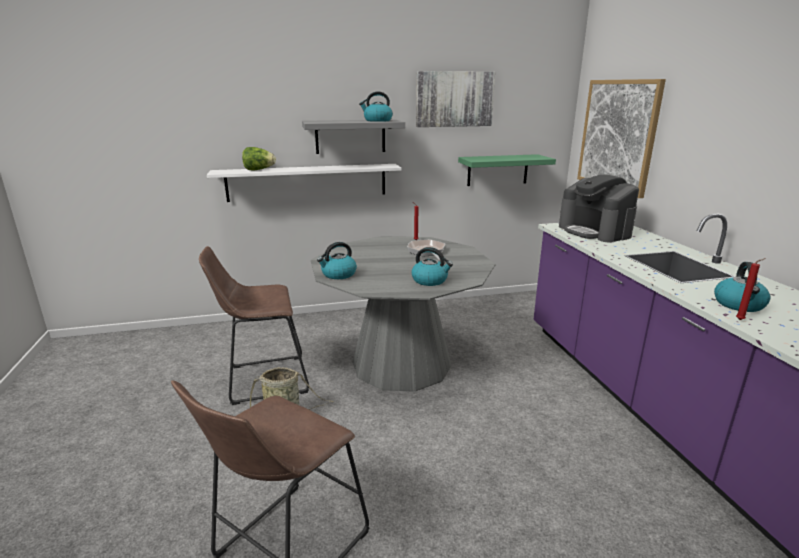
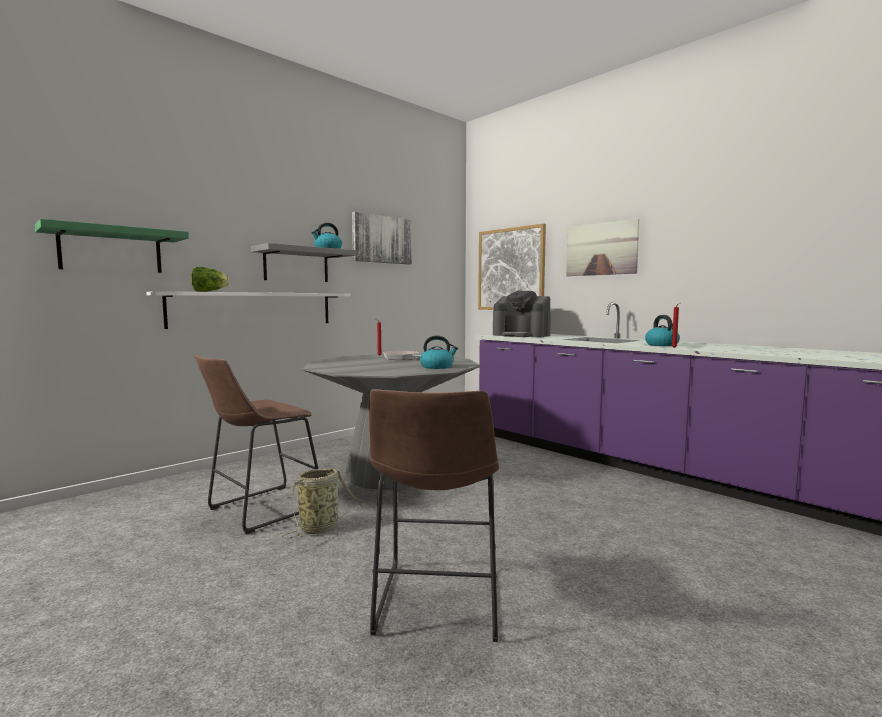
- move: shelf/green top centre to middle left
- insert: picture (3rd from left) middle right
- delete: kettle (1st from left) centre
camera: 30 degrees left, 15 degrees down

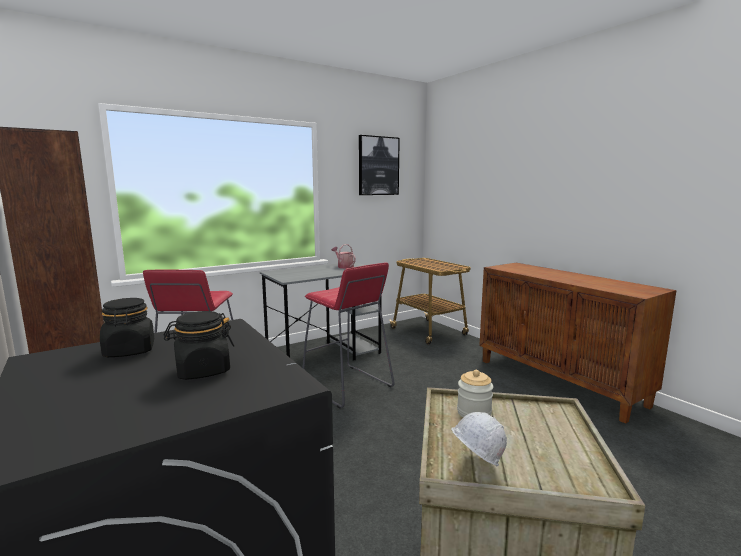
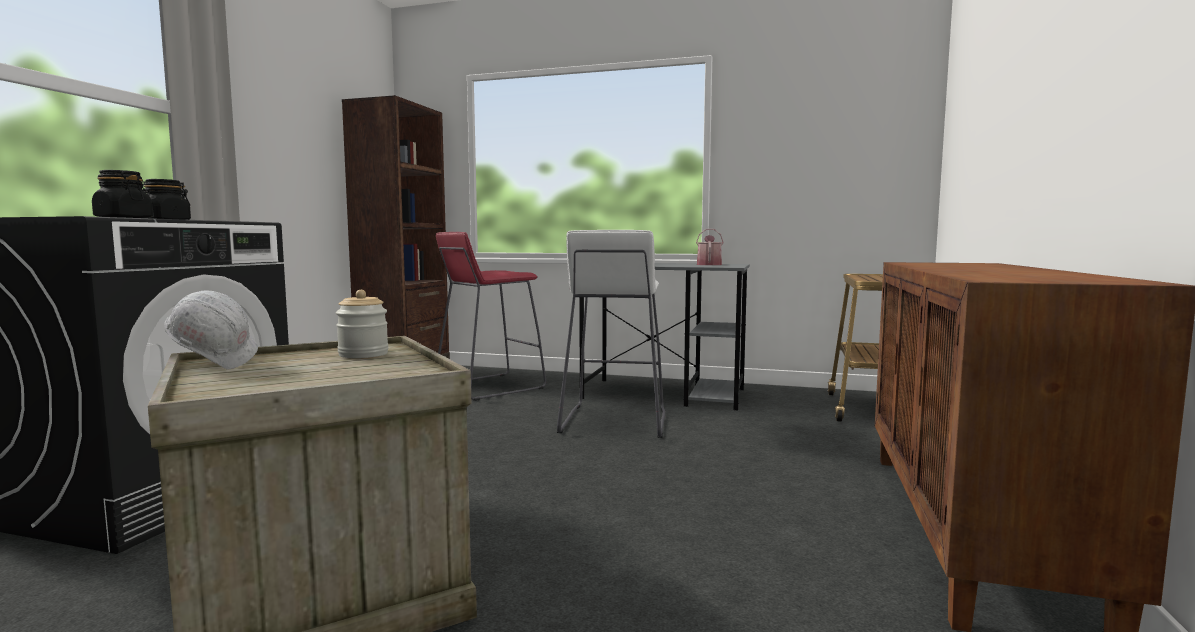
- recolor: stool/red (2nd from left) centre to stool/white centre
- delete: picture top centre
camera: 50 degrees right, 5 degrees down

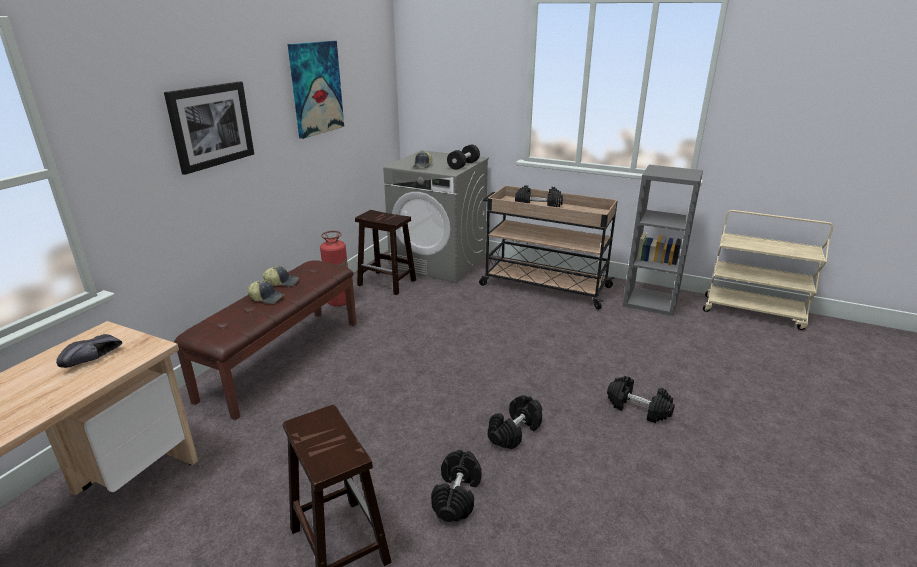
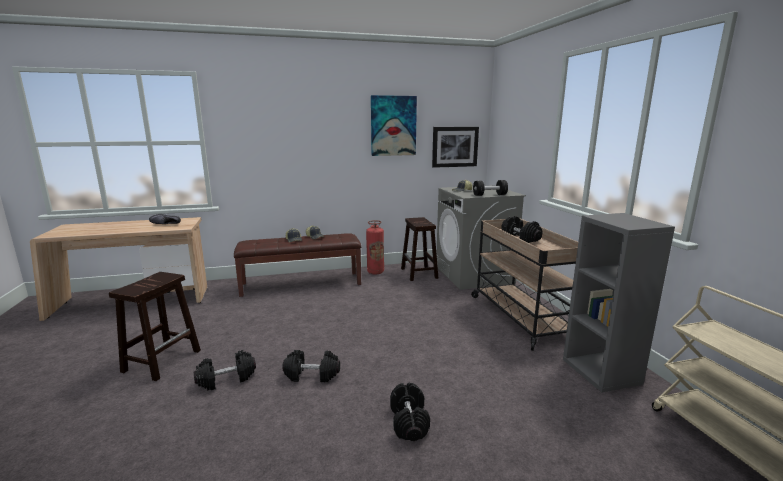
- move: picture (1st from left in the first image) top left to picture (2nd from left) top centre
camera: 50 degrees right, 10 degrees down

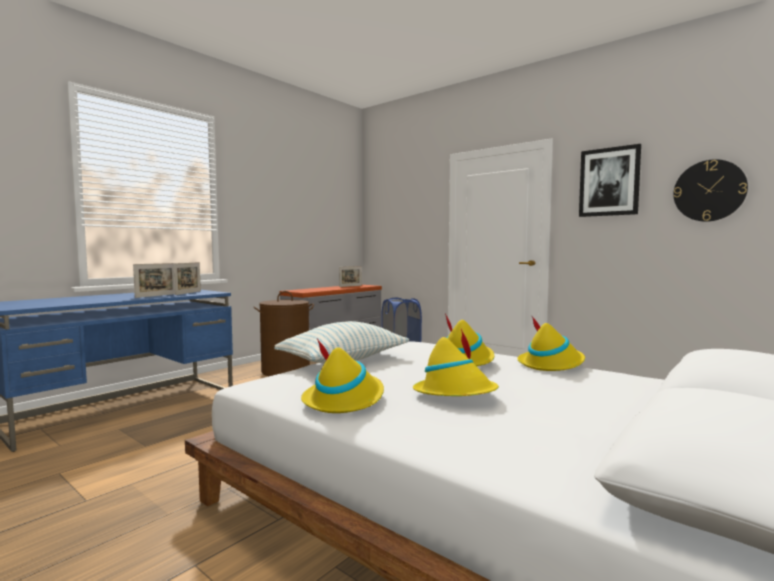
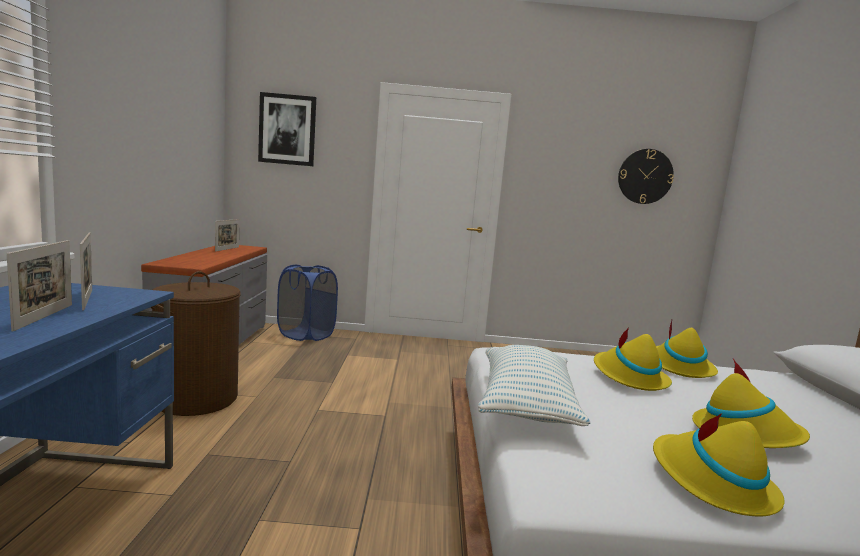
- move: picture top right to top centre
camera: 40 degrees left, 5 degrees up

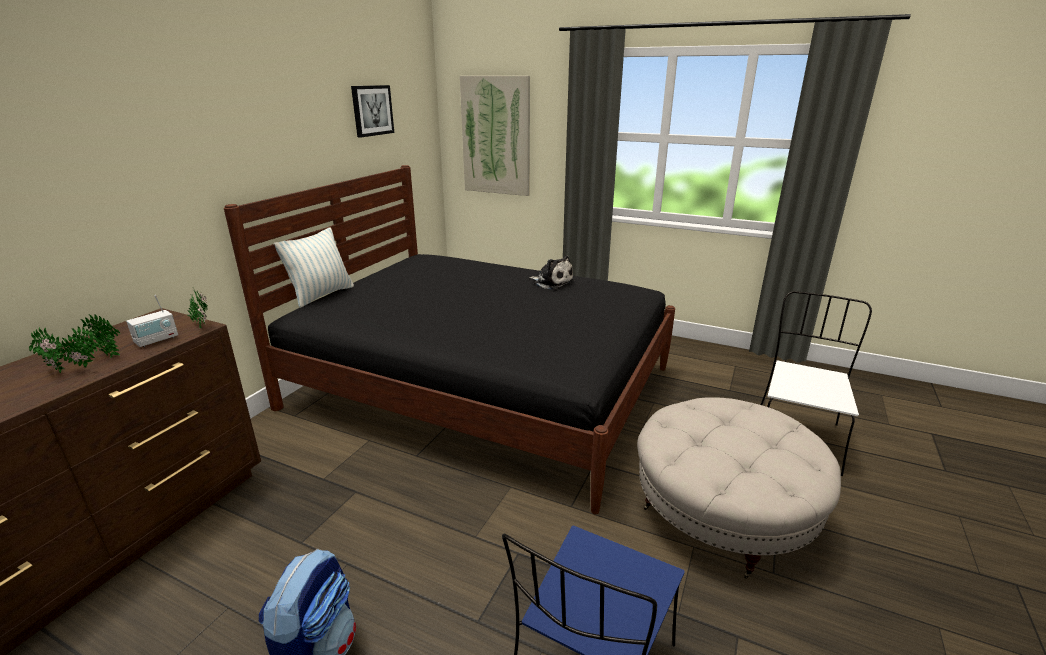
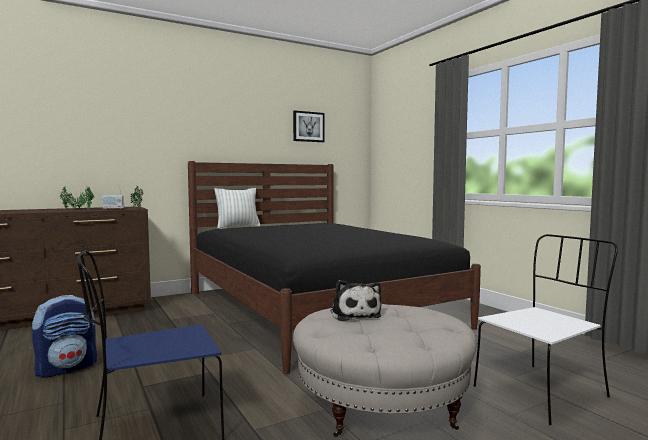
- move: plush toy centre to bottom centre
- delete: picture (2nd from left) top centre
camera: 35 degrees right, 20 degrees down

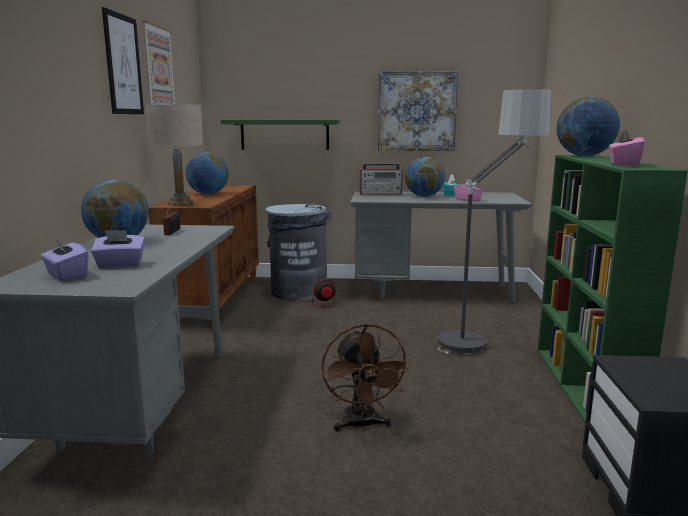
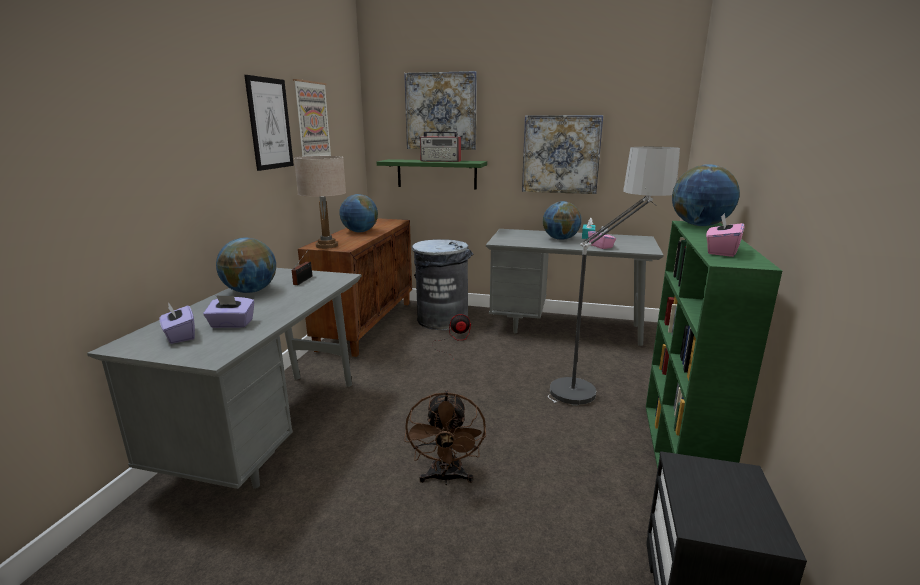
- insert: picture (3rd from left) top centre
- move: radio (2nd from left) centre to top centre
camera: 10 degrees right, 5 degrees up

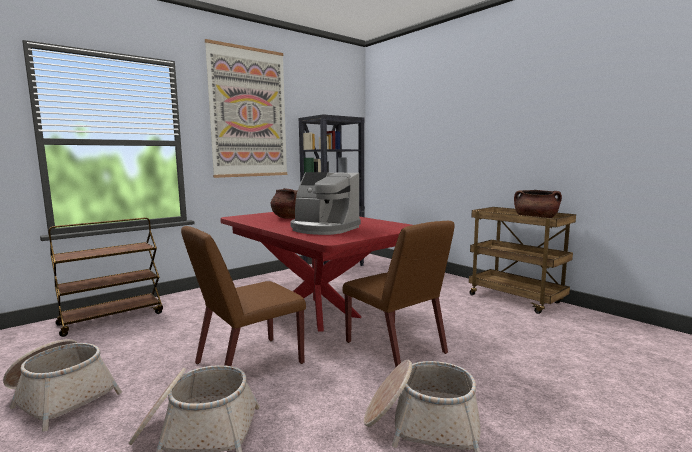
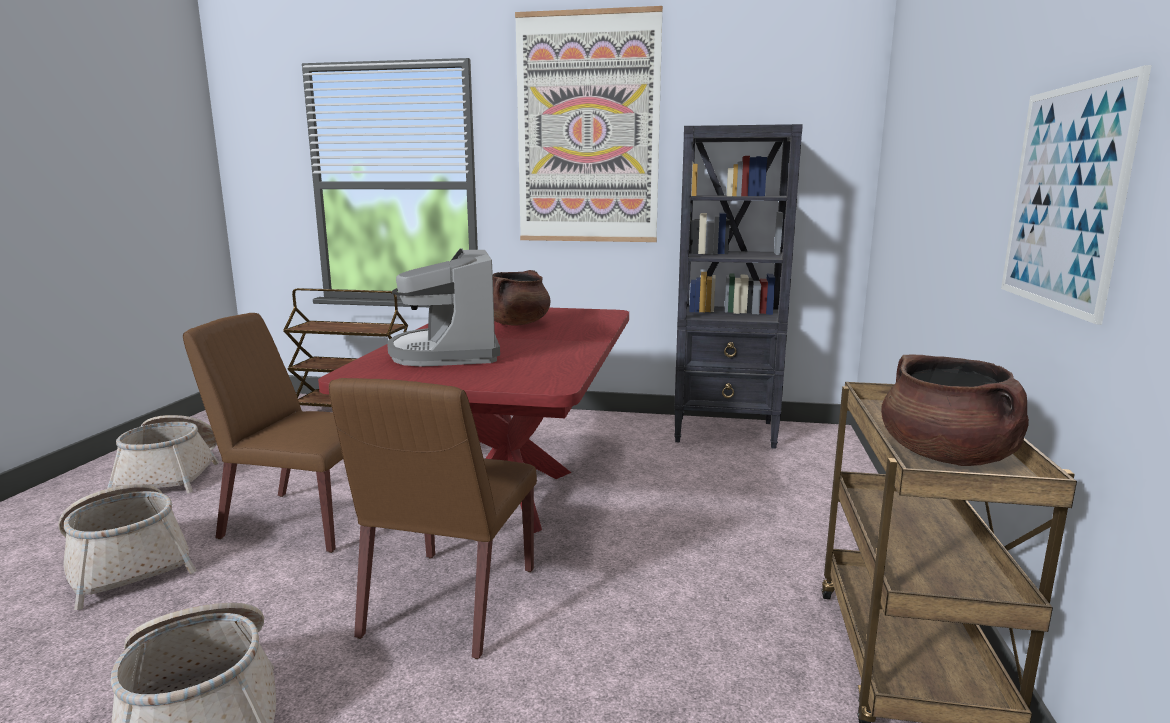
- insert: picture (2nd from left) top right
camera: 50 degrees right, 5 degrees up

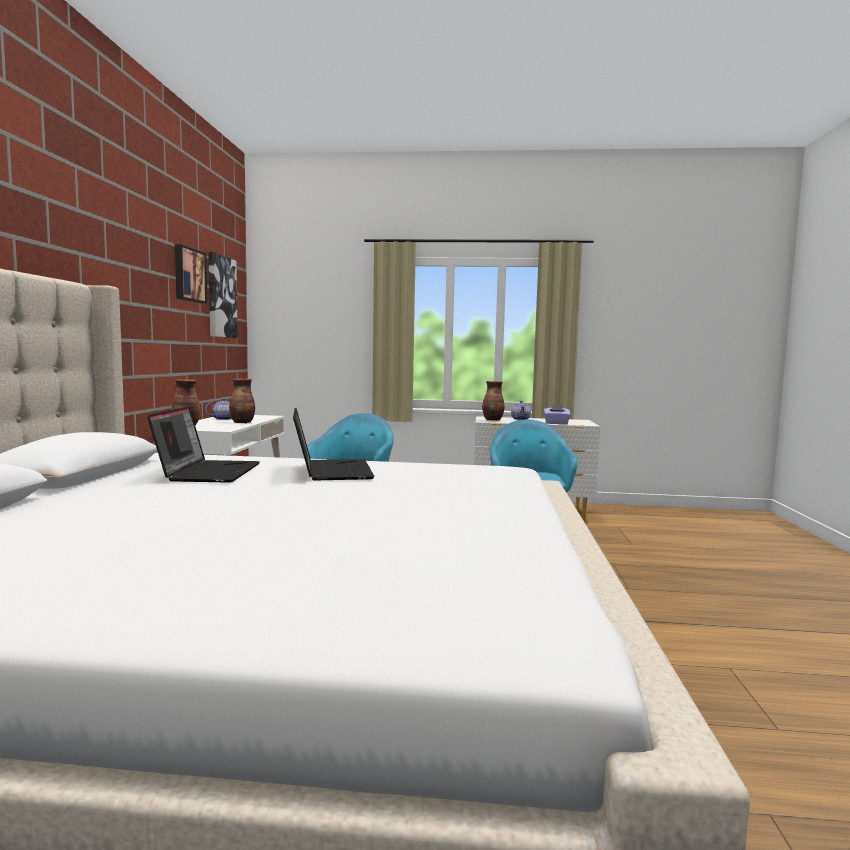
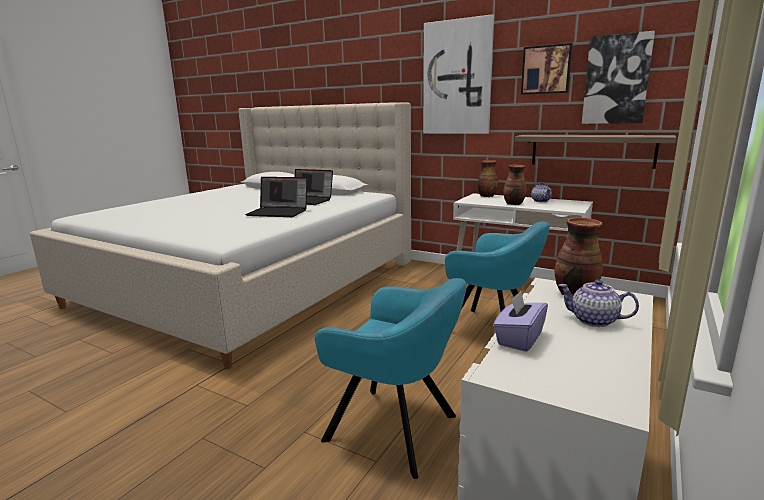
- insert: picture (1st from left) top centre
- insert: shelf top right
camera: 115 degrees right, 10 degrees up

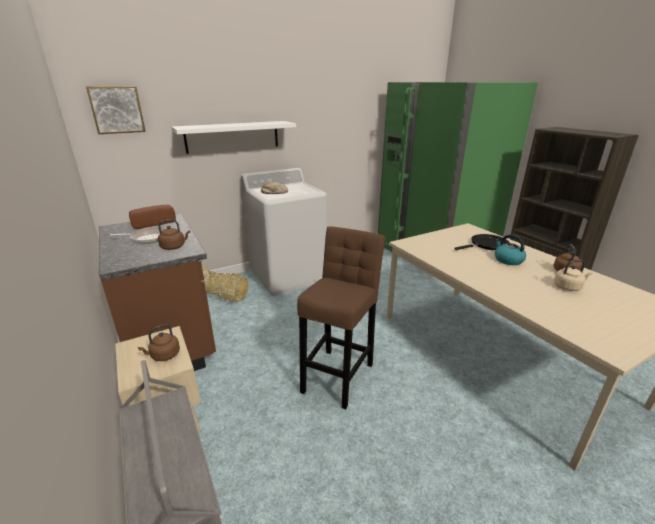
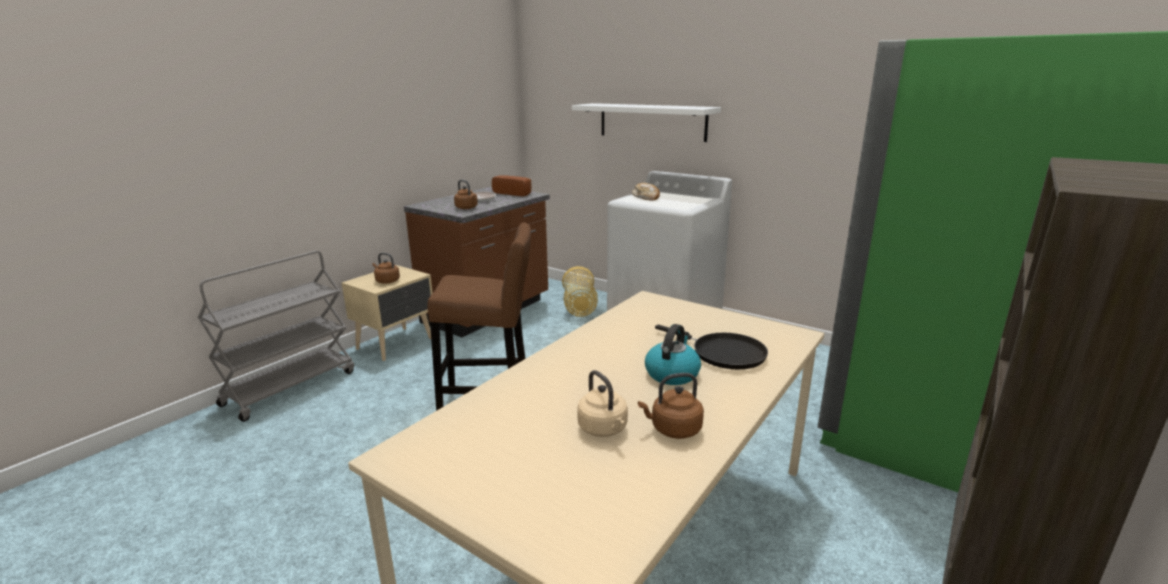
- delete: picture top left
camera: 65 degrees right, 5 degrees down

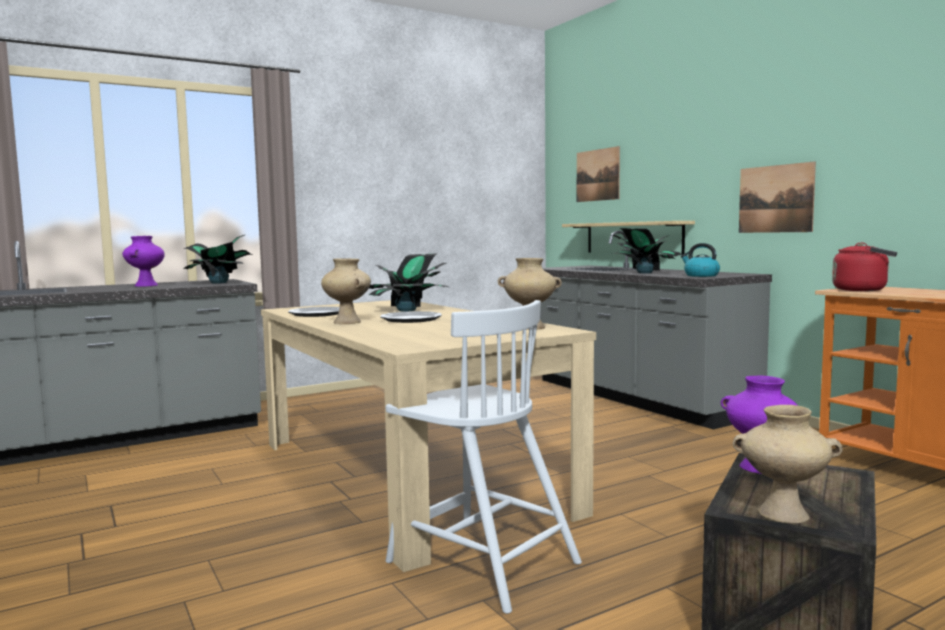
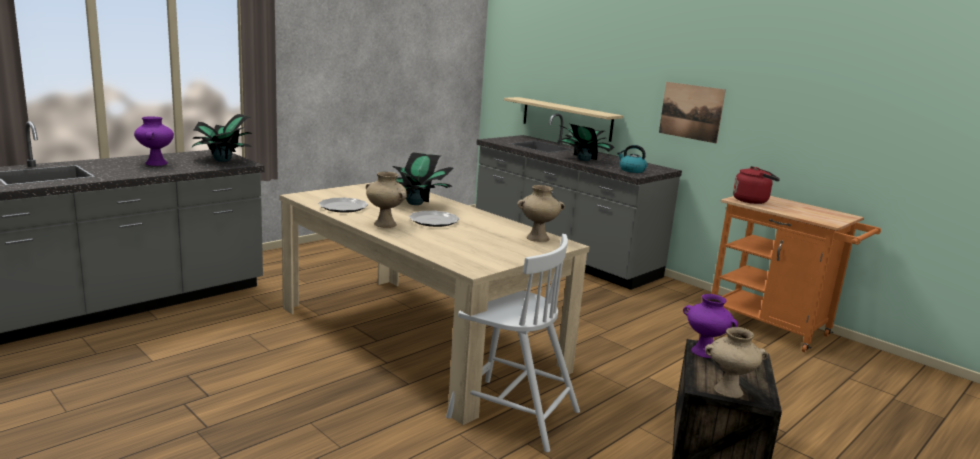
- delete: picture (1st from left) top centre
camera: 15 degrees left, 10 degrees up

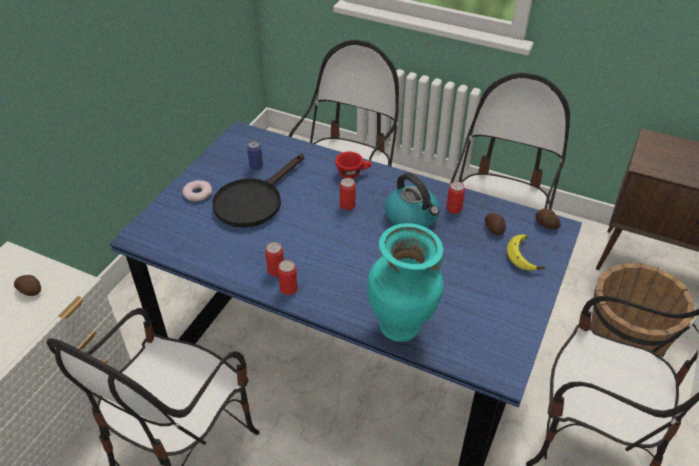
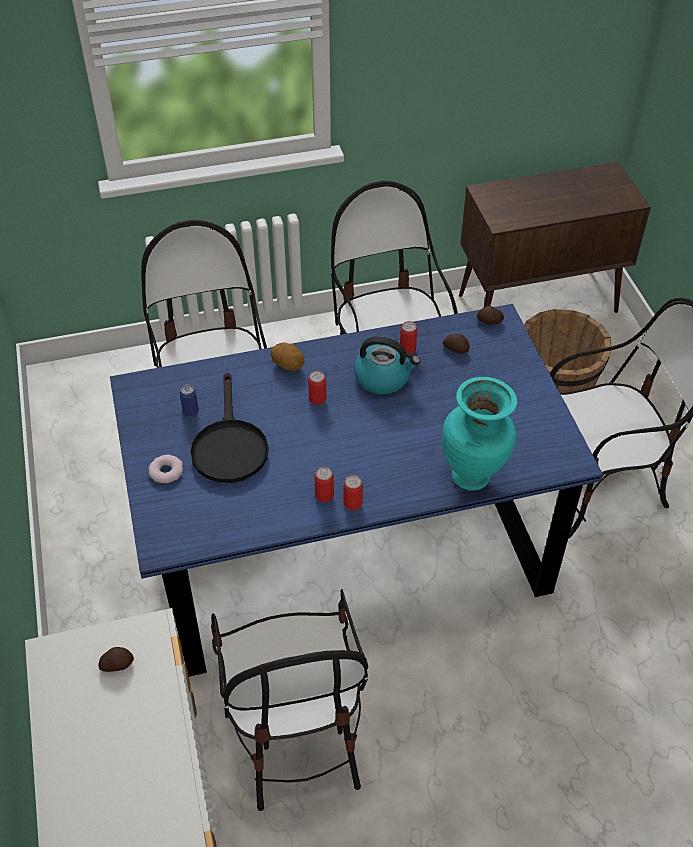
- replace: cup/red centre to potato (2nd from left) centre
- delete: banana middle right
camera: 40 degrees left, 5 degrees up

